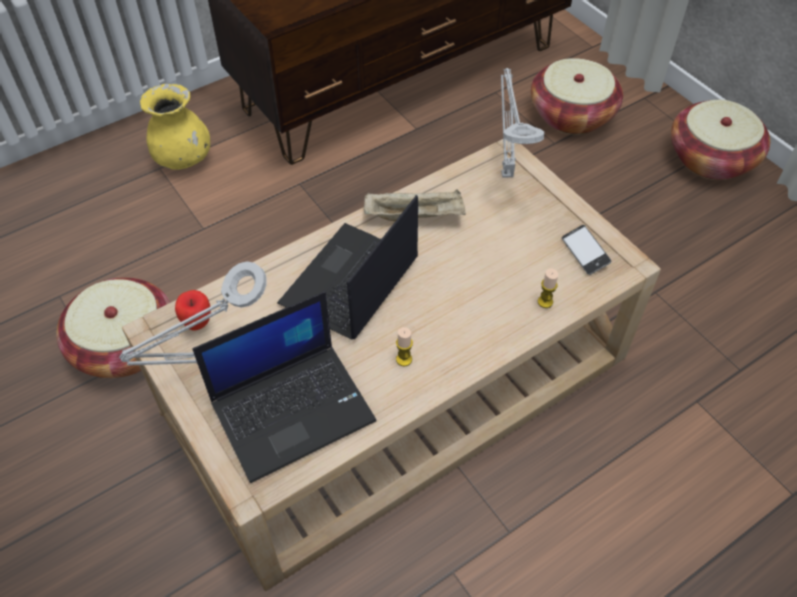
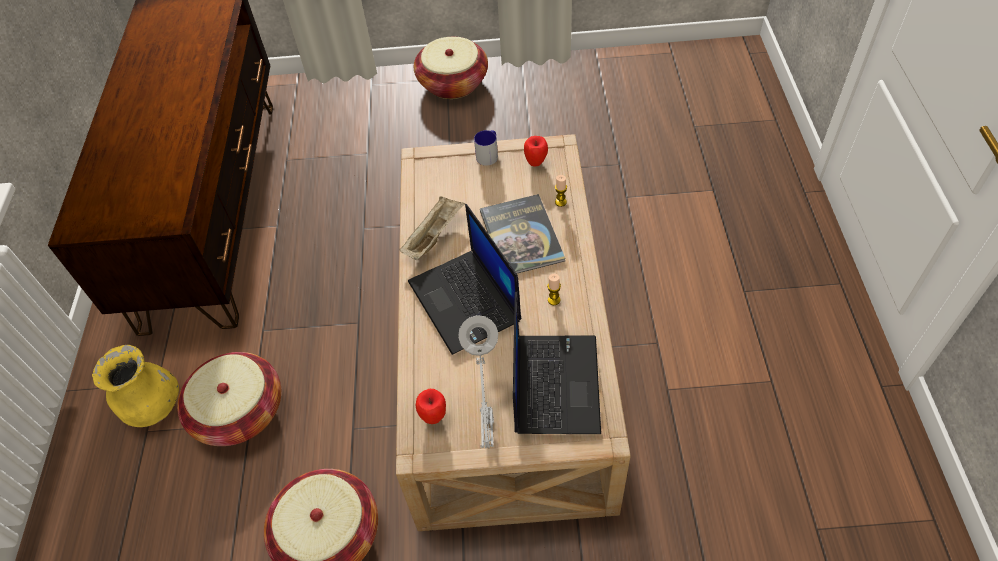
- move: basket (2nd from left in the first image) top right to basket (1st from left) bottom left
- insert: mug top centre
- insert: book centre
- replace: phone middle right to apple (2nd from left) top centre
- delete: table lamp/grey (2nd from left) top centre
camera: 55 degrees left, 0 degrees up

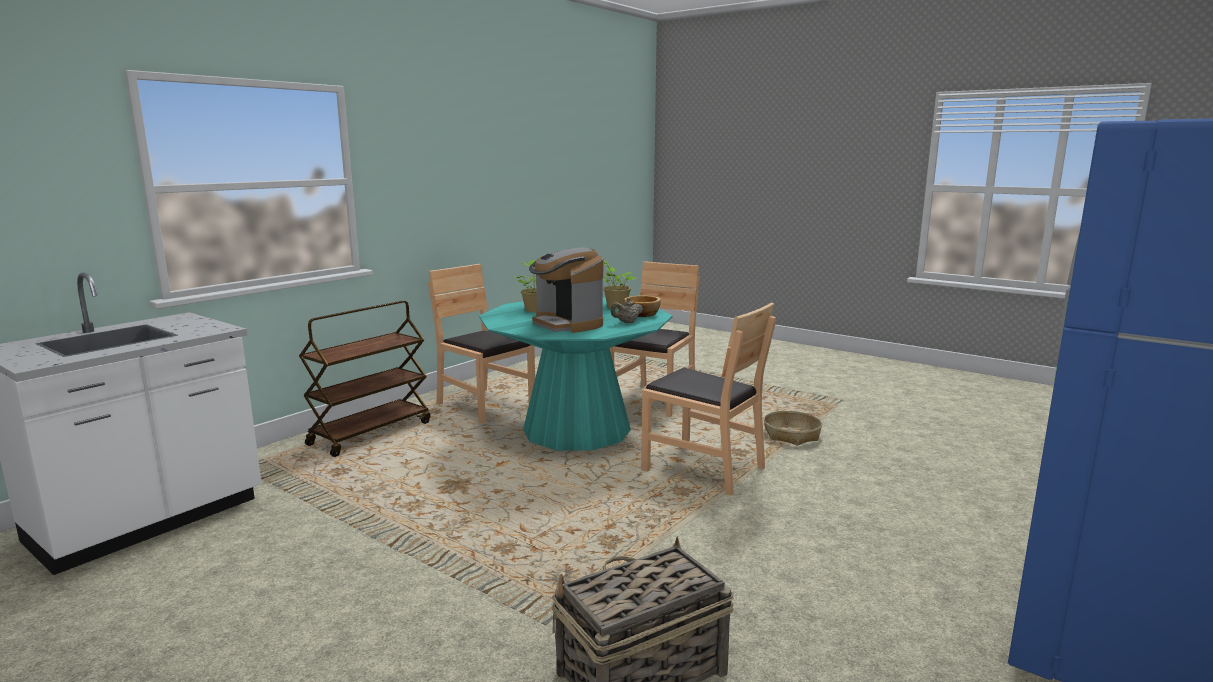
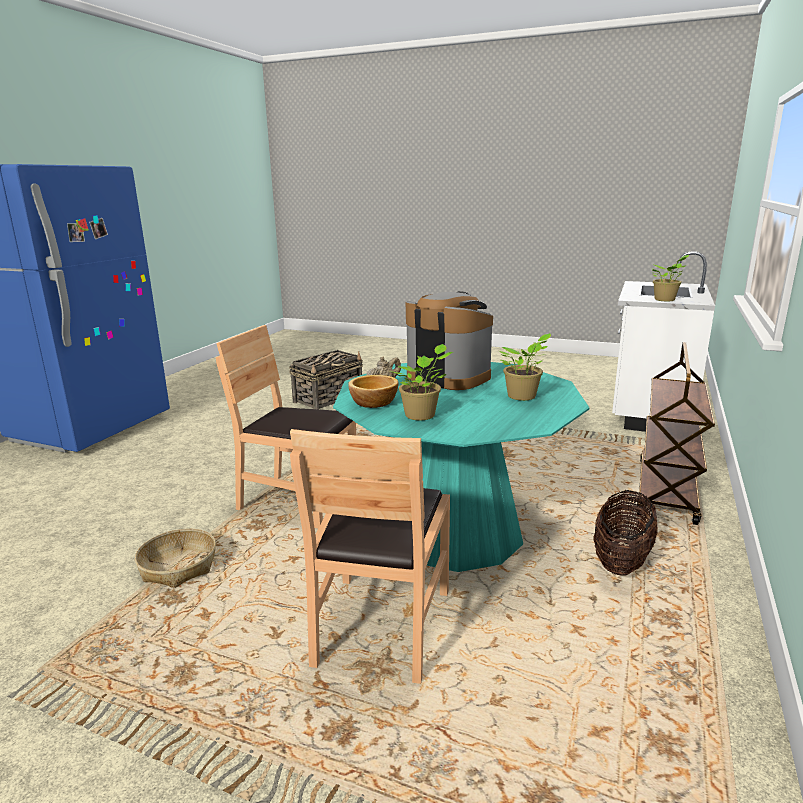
- replace: chair/brown (1st from left) centre to basket (3rd from left) middle right
- insert: potted plant (3rd from left) middle right
camera: 165 degrees right, 5 degrees up

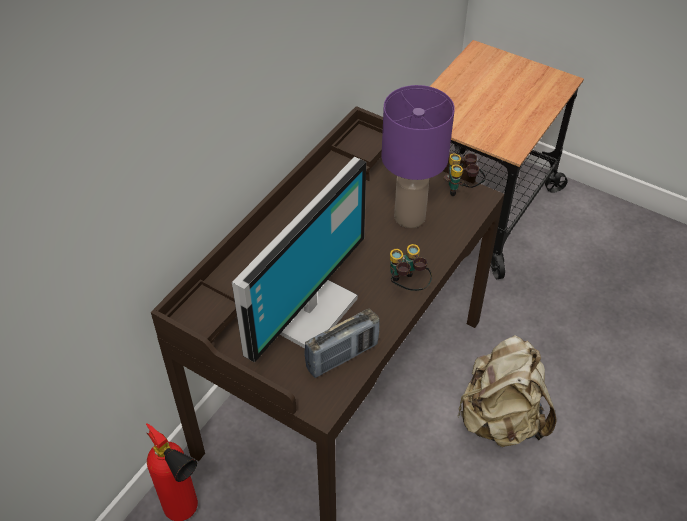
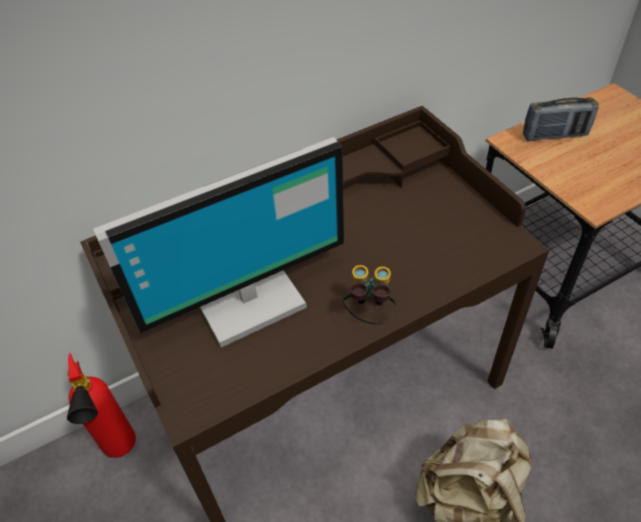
- move: radio centre to top right
- delete: table lamp/purple top centre
- delete: binoculars (2nd from left) middle right
camera: 30 degrees right, 0 degrees up

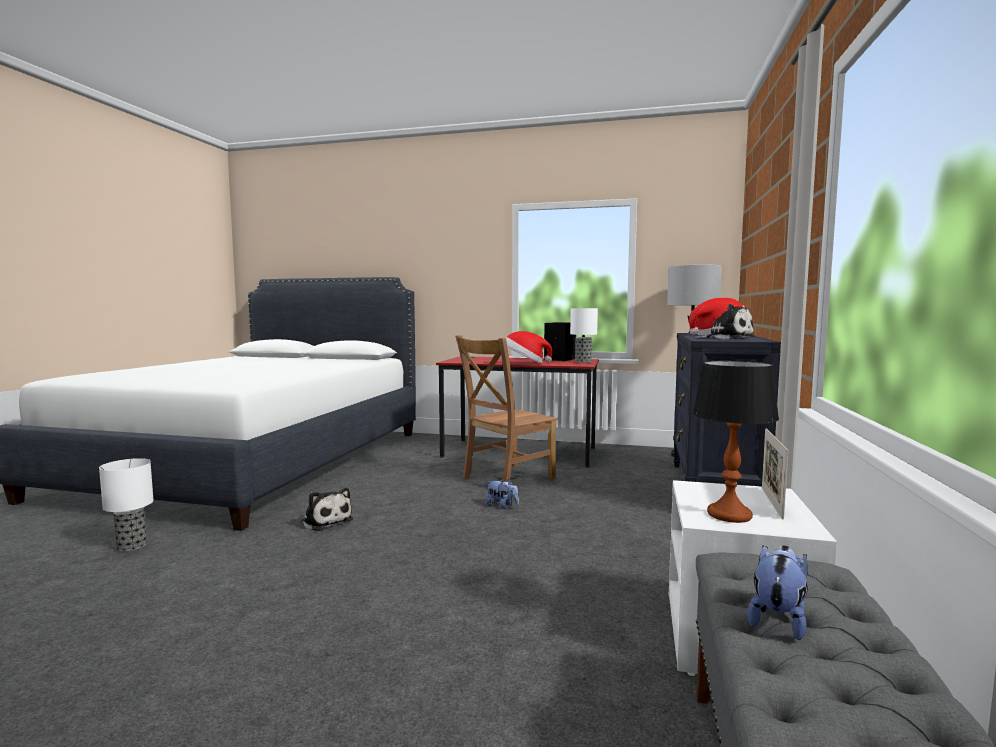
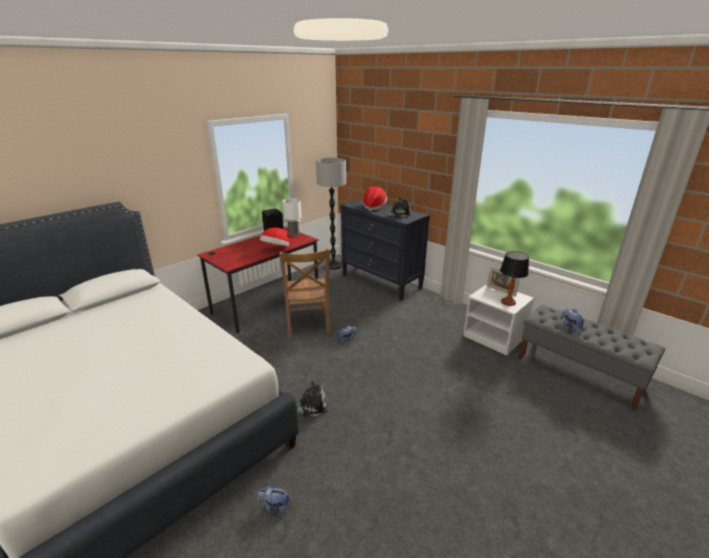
- replace: table lamp (1st from left) bottom left to plush toy (1st from left) bottom centre
camera: 60 degrees left, 20 degrees up

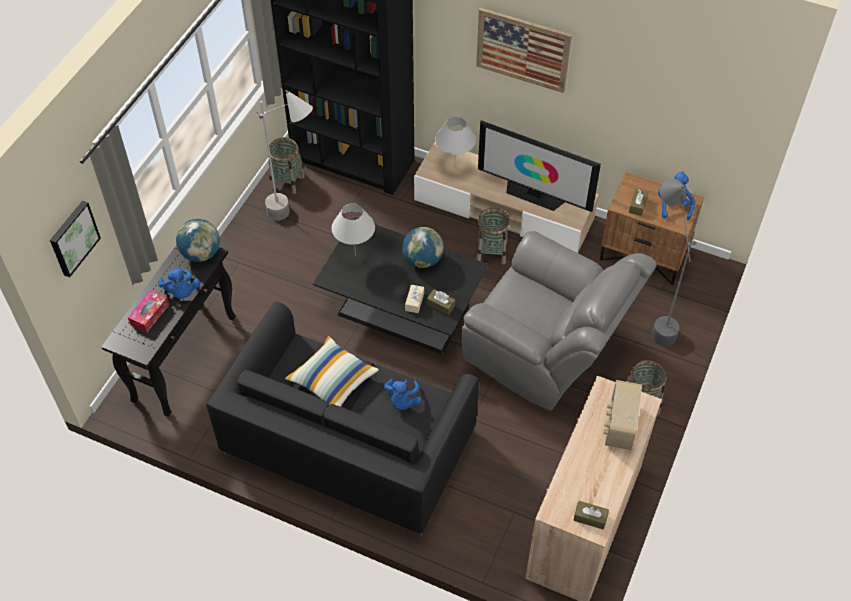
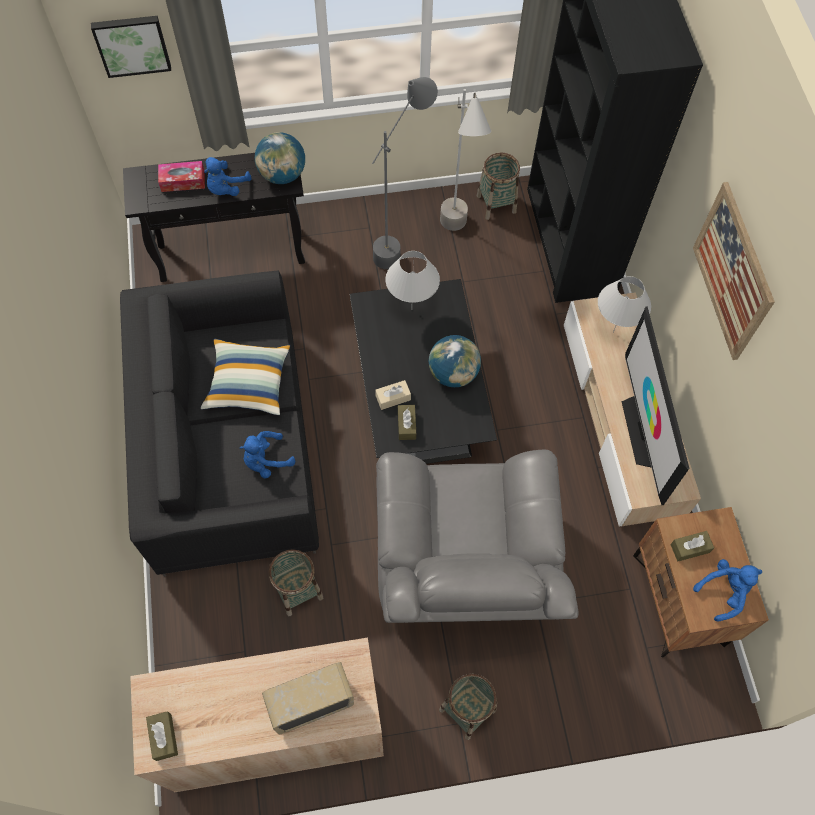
- move: basket (2nd from left in the first image) centre to basket (1st from left) bottom centre
- move: floor lamp/grey (2nd from left in the first image) middle right to floor lamp/grey (1st from left) top centre
camera: 55 degrees right, 10 degrees up

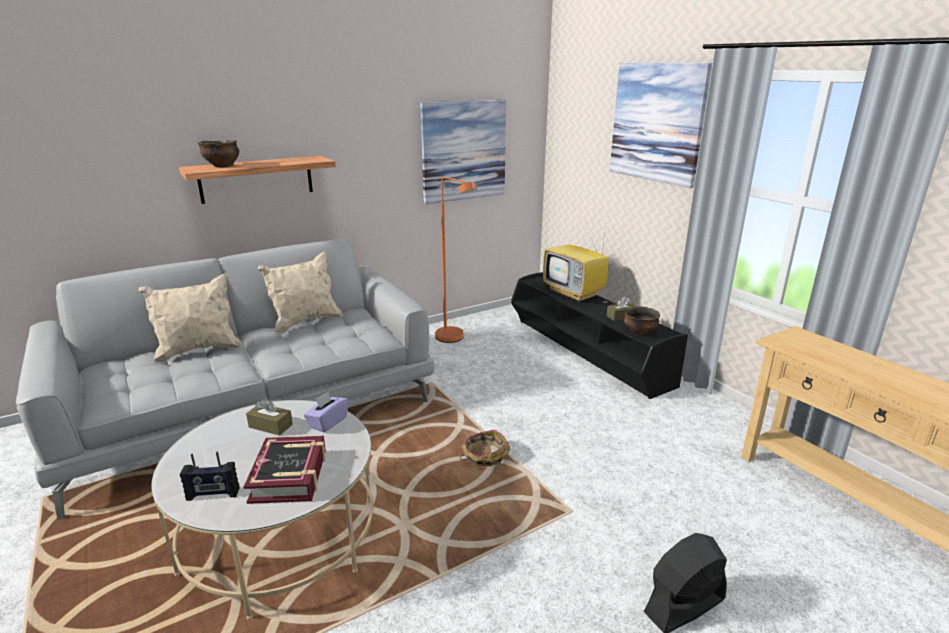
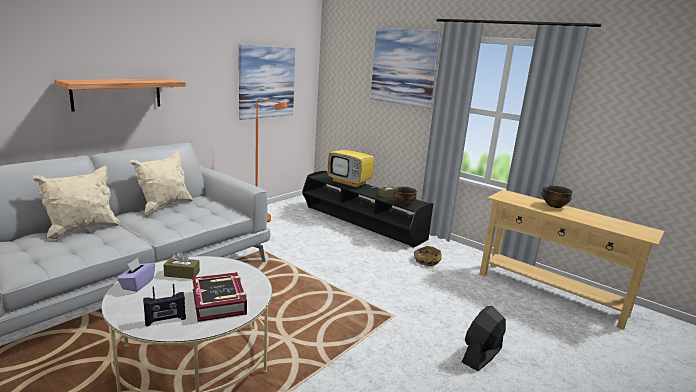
- move: tissue box/purple centre to bottom left
- move: basket bottom centre to centre
- move: bowl (1st from left in the first image) top left to bowl (2nd from left) middle right
camera: 20 degrees left, 5 degrees down

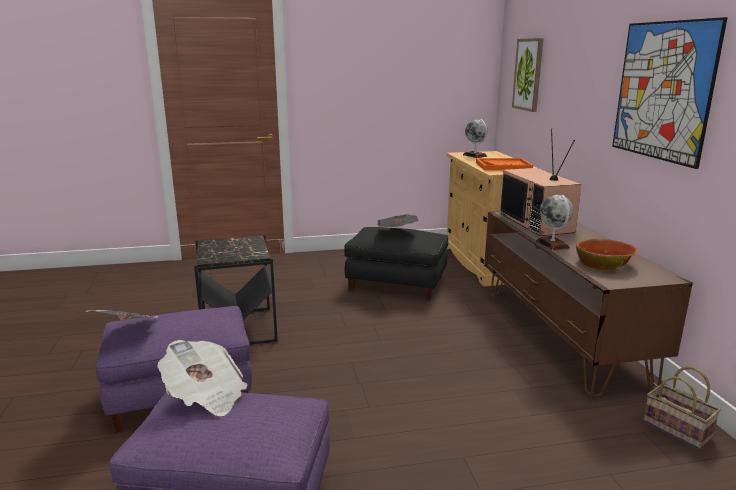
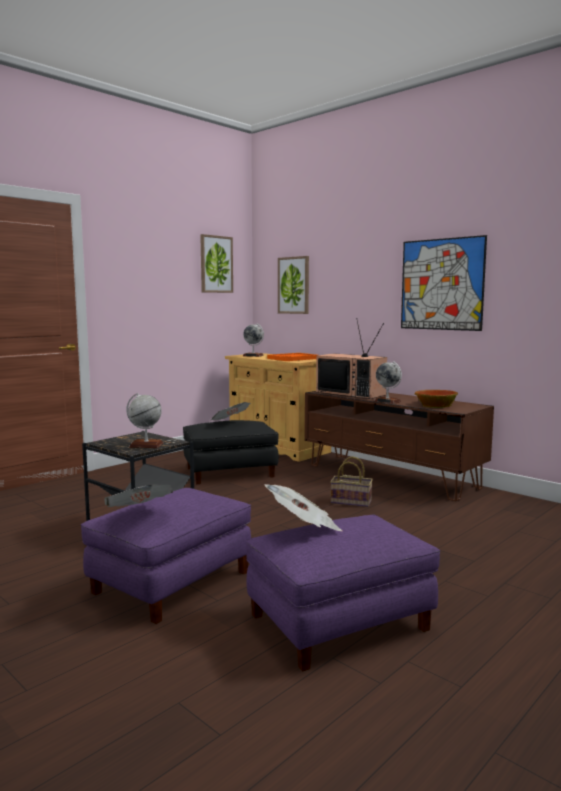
- insert: globe (1st from left) middle left
- insert: picture (1st from left) top centre
- move: basket bottom right to centre
camera: 35 degrees left, 10 degrees down

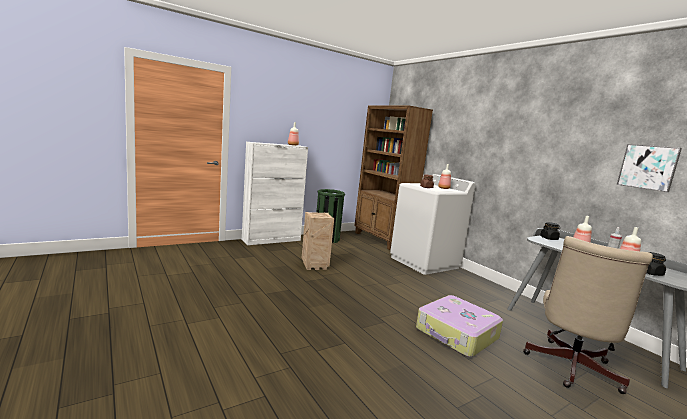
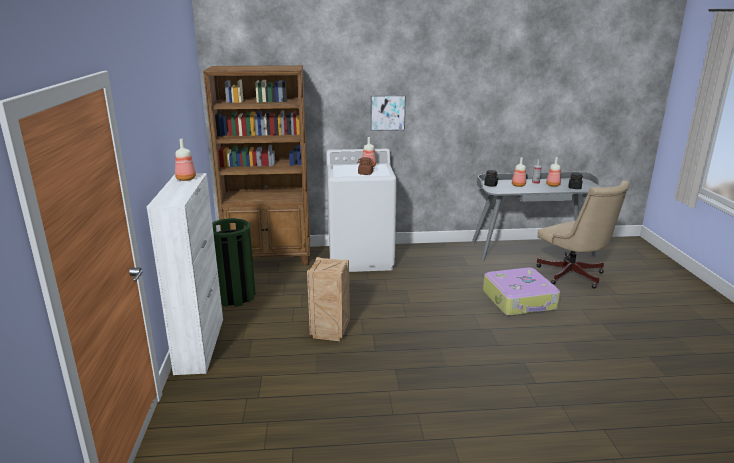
- move: picture middle right to top centre
camera: 60 degrees left, 10 degrees up

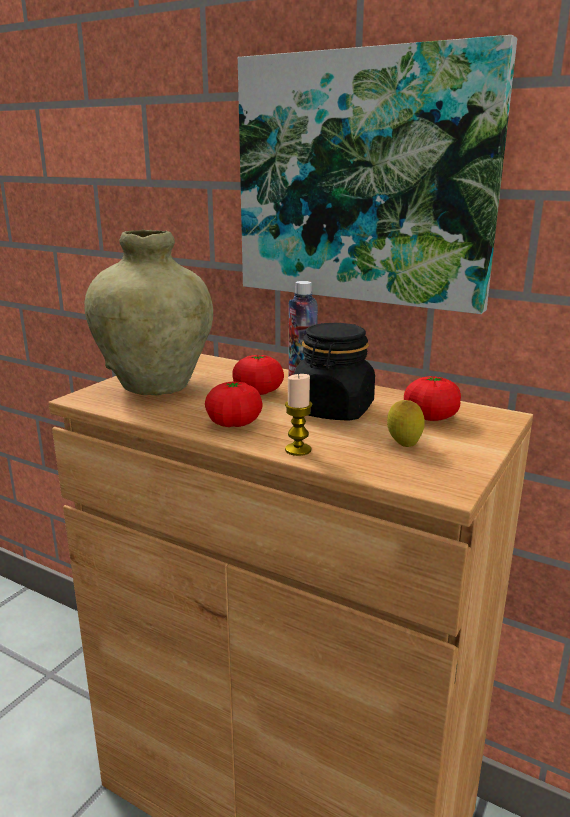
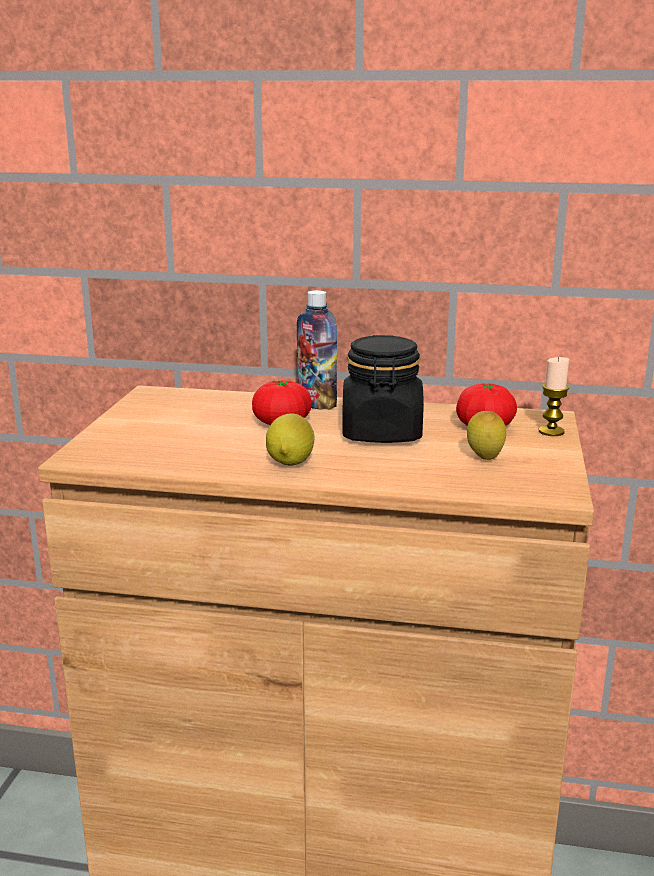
- replace: tomato (1st from left) centre to lemon (1st from left) centre
- move: candle centre to middle right
- delete: vase/beige middle left
- delete: picture top centre
camera: 20 degrees left, 0 degrees up

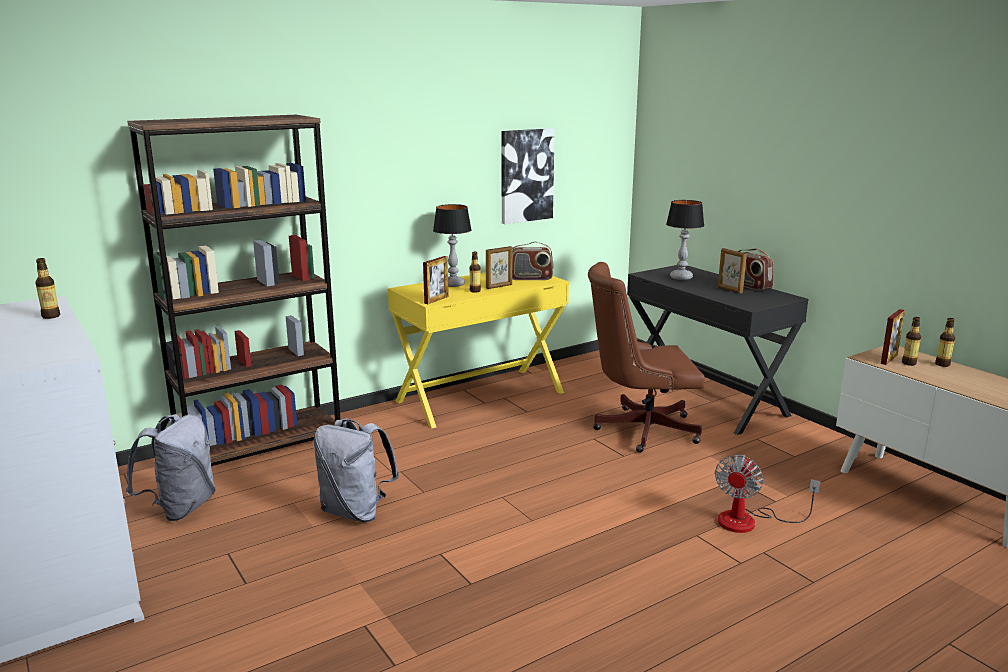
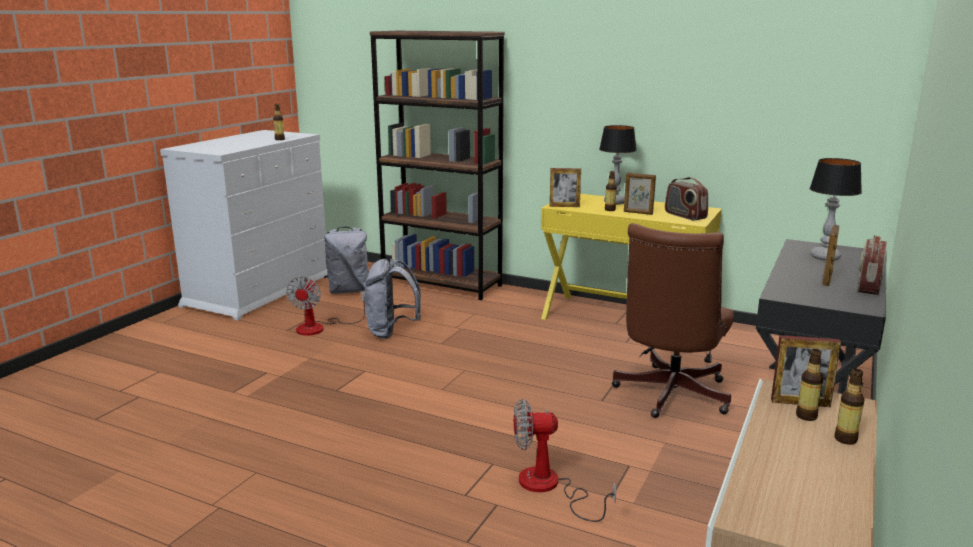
- insert: fan (1st from left) centre
- rotate: office chair/brown centre = middle right 120 degrees counterclockwise
- delete: picture top centre
camera: 60 degrees right, 0 degrees up

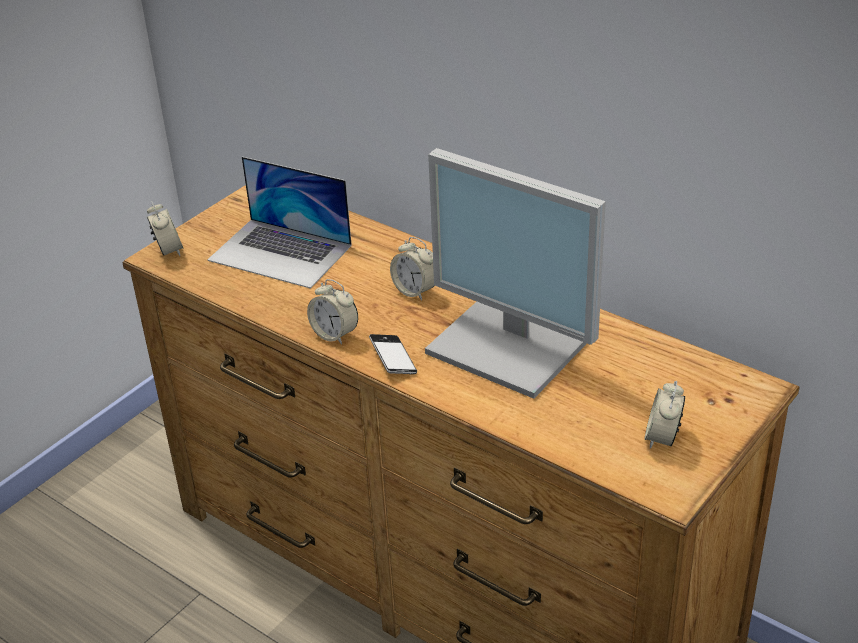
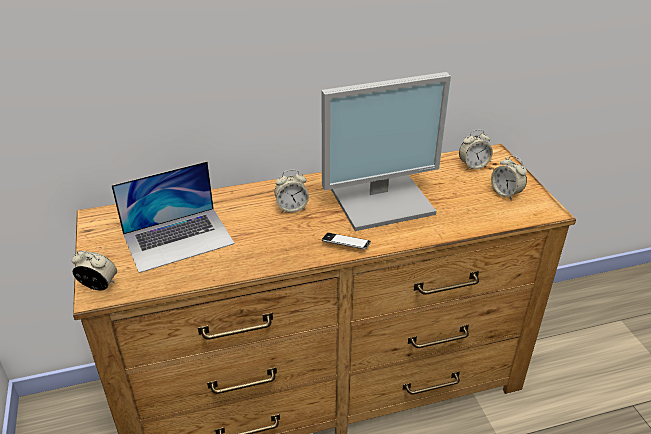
- move: alarm clock (2nd from left in the first image) centre to alarm clock (3rd from left) middle right
camera: 55 degrees left, 0 degrees up

